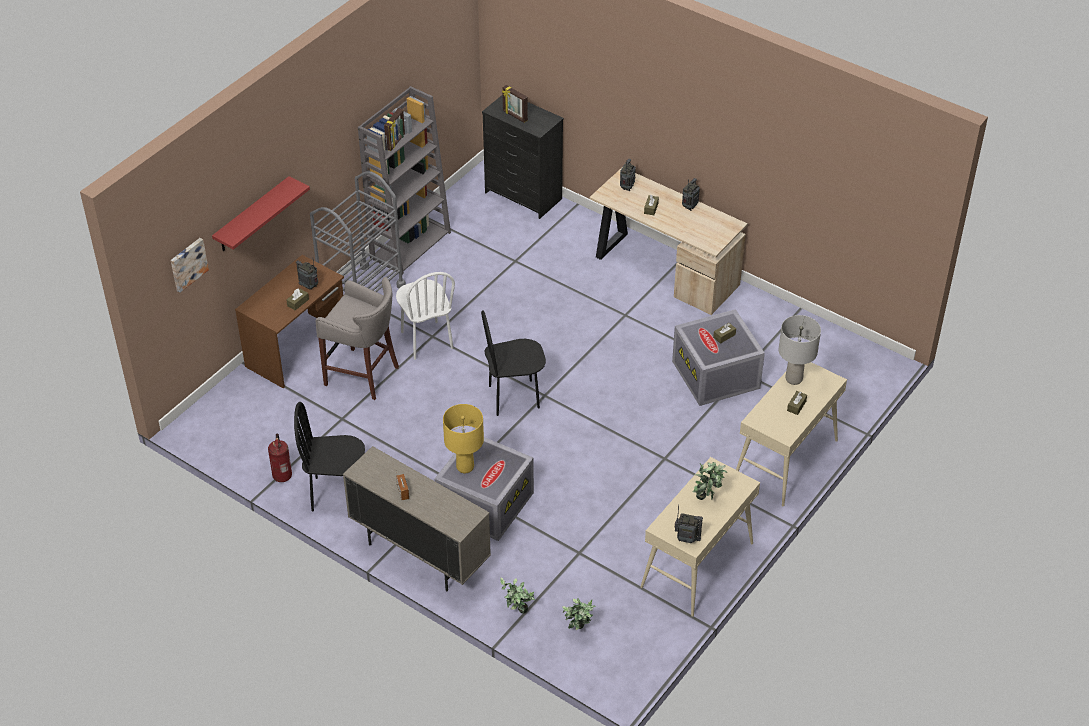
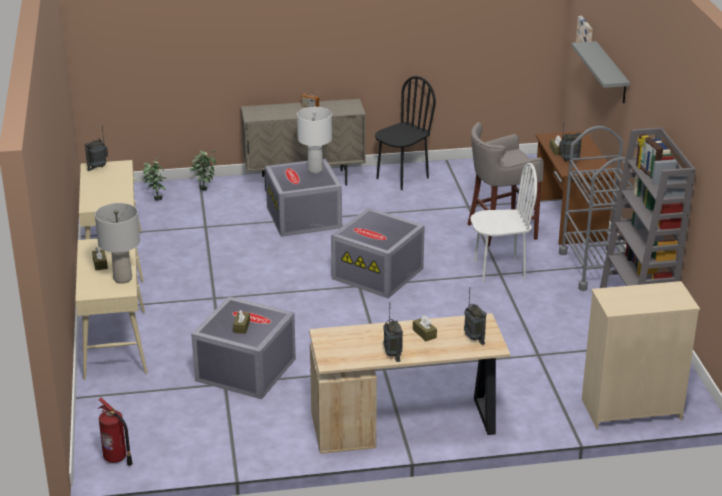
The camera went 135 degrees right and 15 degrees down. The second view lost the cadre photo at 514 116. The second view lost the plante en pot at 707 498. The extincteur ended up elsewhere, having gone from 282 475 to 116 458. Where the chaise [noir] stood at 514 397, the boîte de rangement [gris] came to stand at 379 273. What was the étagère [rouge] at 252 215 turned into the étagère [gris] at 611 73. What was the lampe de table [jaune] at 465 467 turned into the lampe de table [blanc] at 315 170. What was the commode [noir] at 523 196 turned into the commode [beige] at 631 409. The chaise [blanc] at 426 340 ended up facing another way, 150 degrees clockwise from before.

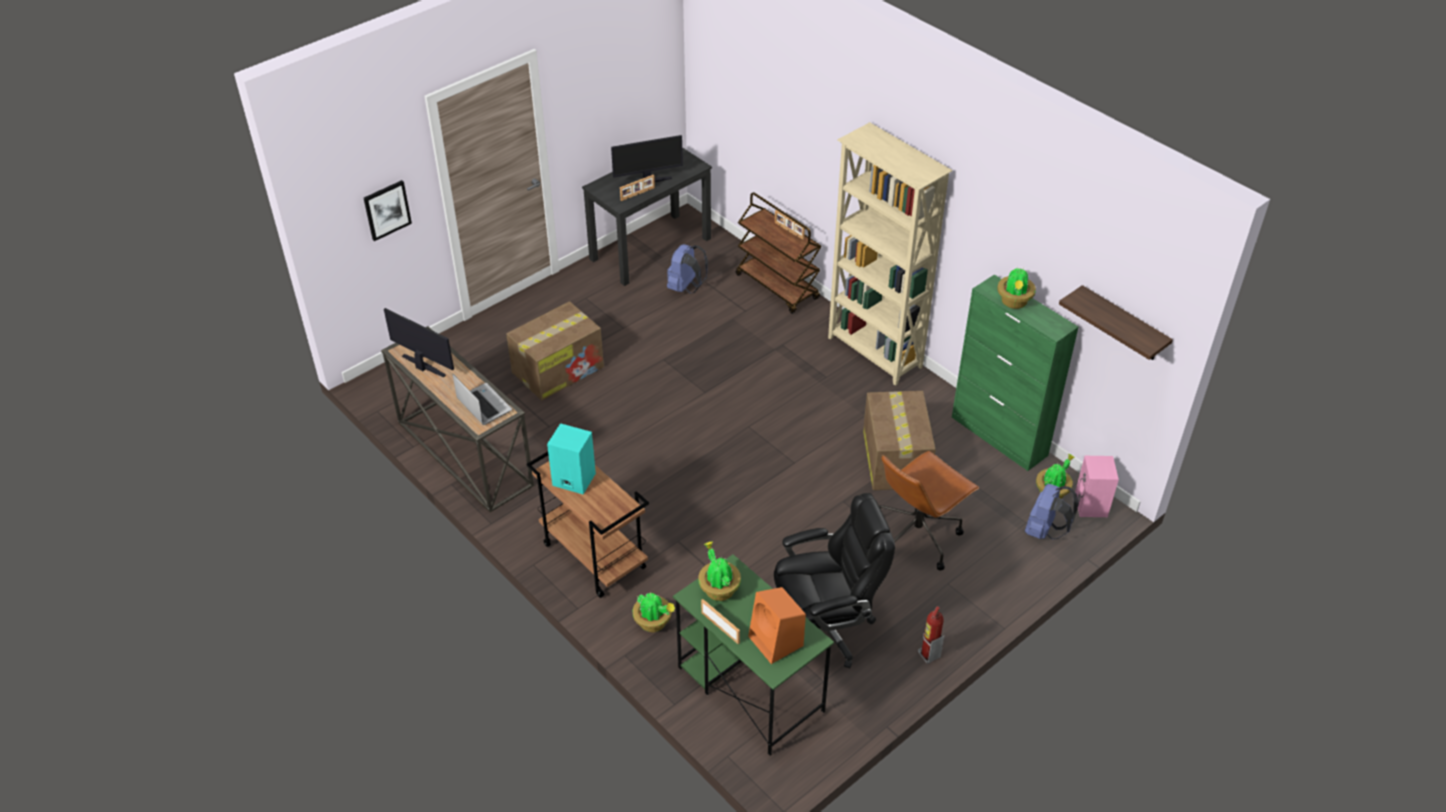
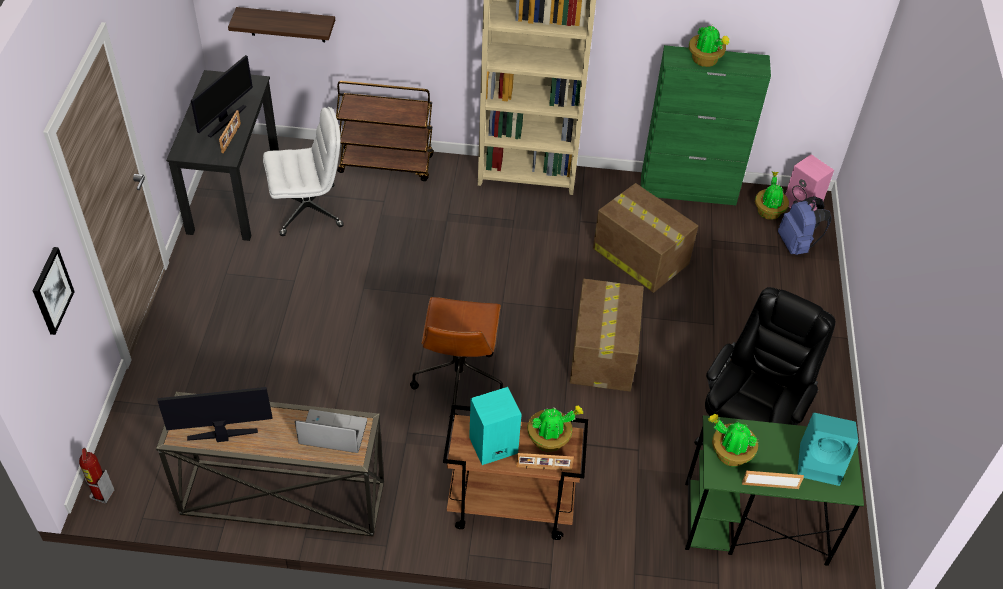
The camera went 45 degrees left and 5 degrees up. The carton ended up elsewhere, having gone from 558 369 to 603 352. The plante en pot ended up elsewhere, having gone from 654 623 to 550 439. The cadre photo ended up elsewhere, having gone from 788 231 to 543 468. The chaise de bureau [marron] ended up elsewhere, having gone from 917 536 to 458 380. The extincteur ended up elsewhere, having gone from 928 655 to 102 494. The étagère ended up elsewhere, having gone from 1123 325 to 287 25. Where the sac à dos [bleu] stood at 686 288, the chaise de bureau [blanc] came to stand at 308 210. What was the enceinte [orange] at 777 642 turned into the enceinte [turquoise] at 821 464.

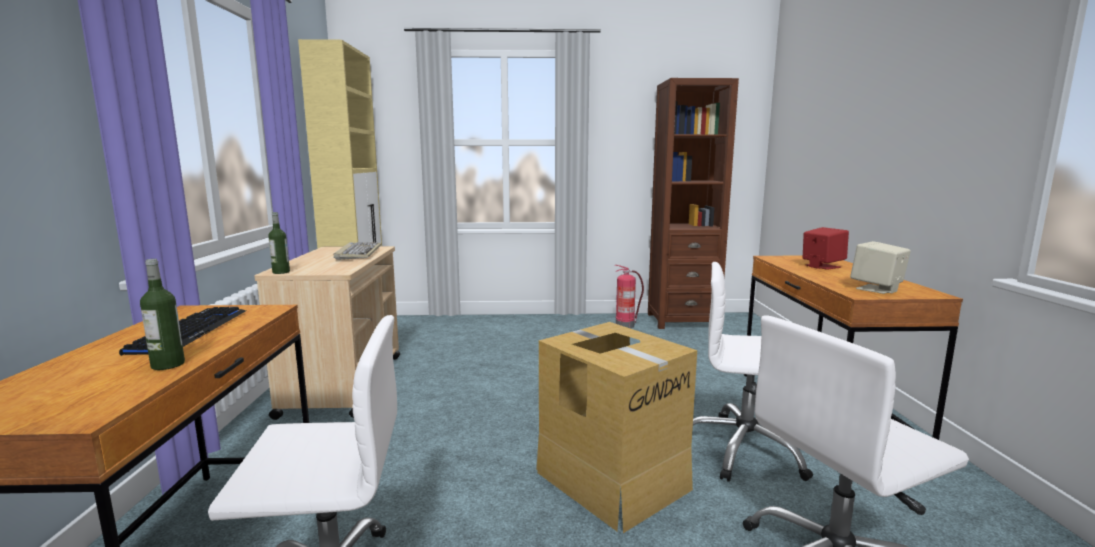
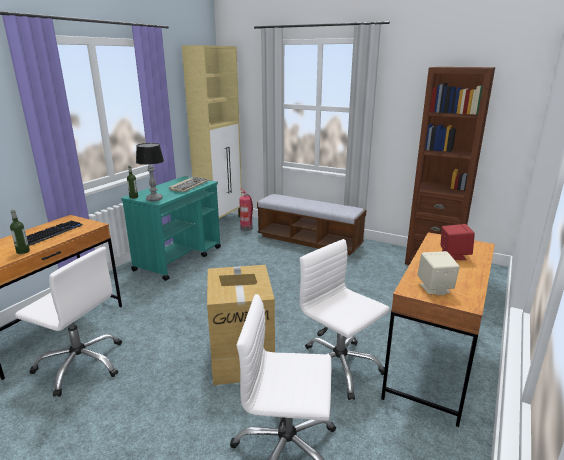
The camera went 30 degrees right and 10 degrees up. The second view gained the lampe de table at 154 199. The second view gained the banc at 309 241. The extincteur ended up elsewhere, having gone from 626 325 to 247 228. What was the chariot [beige] at 344 384 turned into the chariot [turquoise] at 179 258.

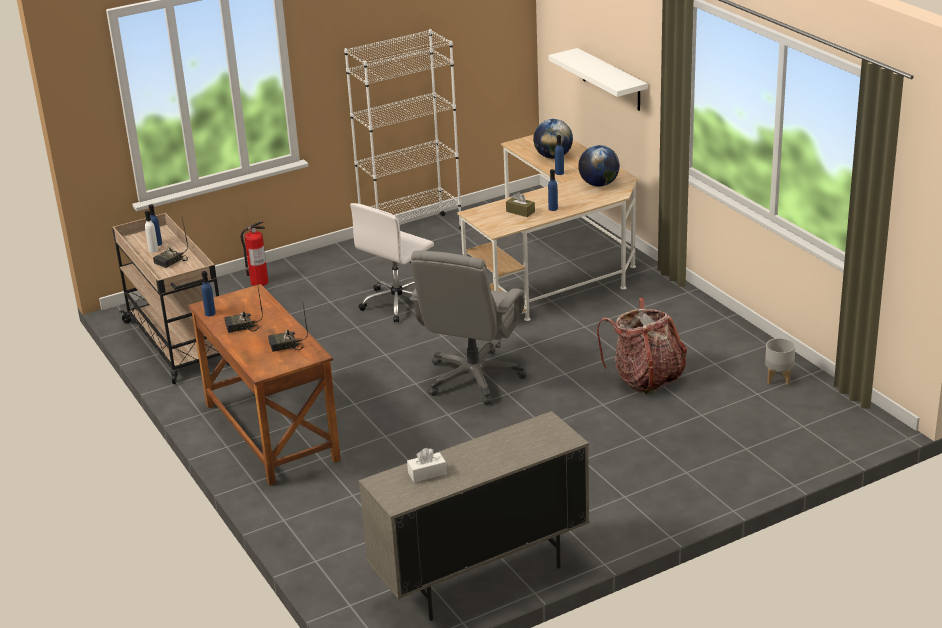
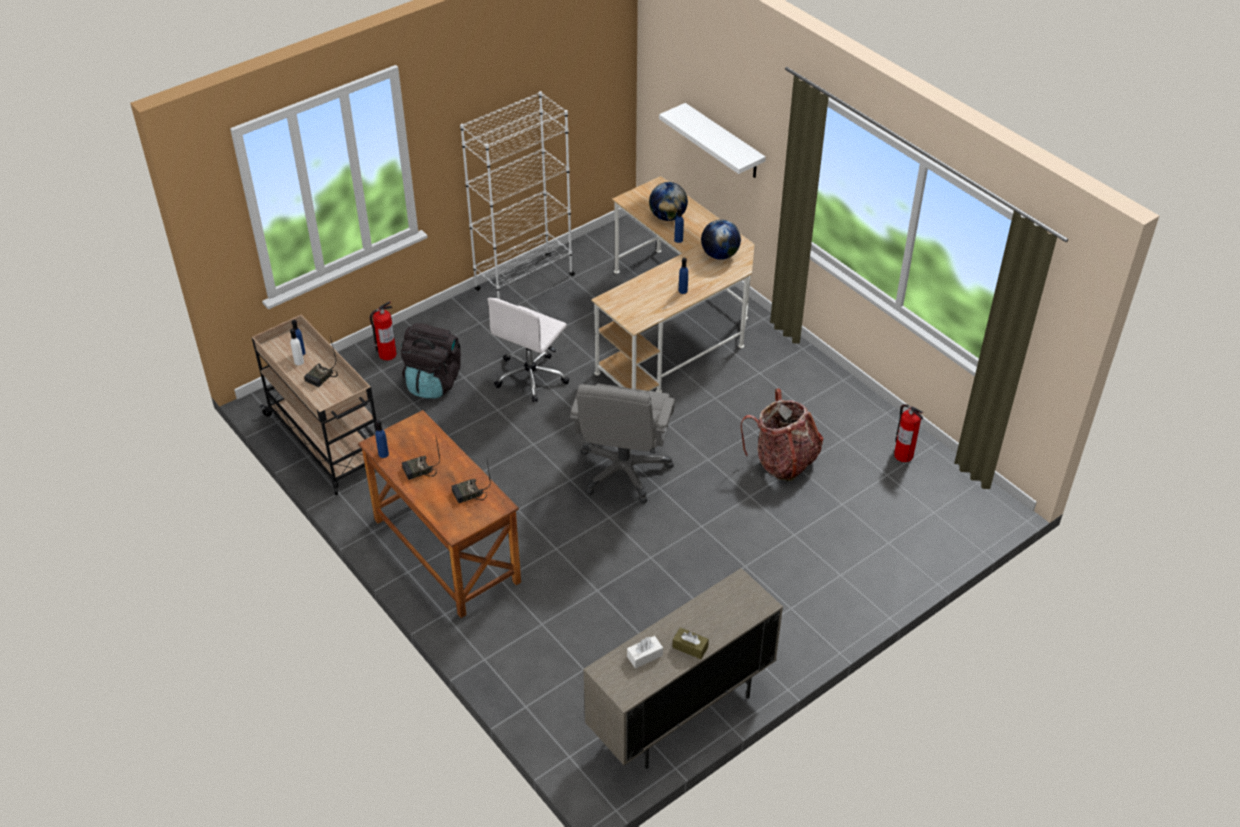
The camera went 10 degrees left and 15 degrees up. The second view gained the sac à dos [noir] at 433 382. The boîte à mouchoirs [marron] ended up elsewhere, having gone from 520 212 to 690 647. Where the cache-pot [gris] stood at 779 378, the extincteur came to stand at 903 455.

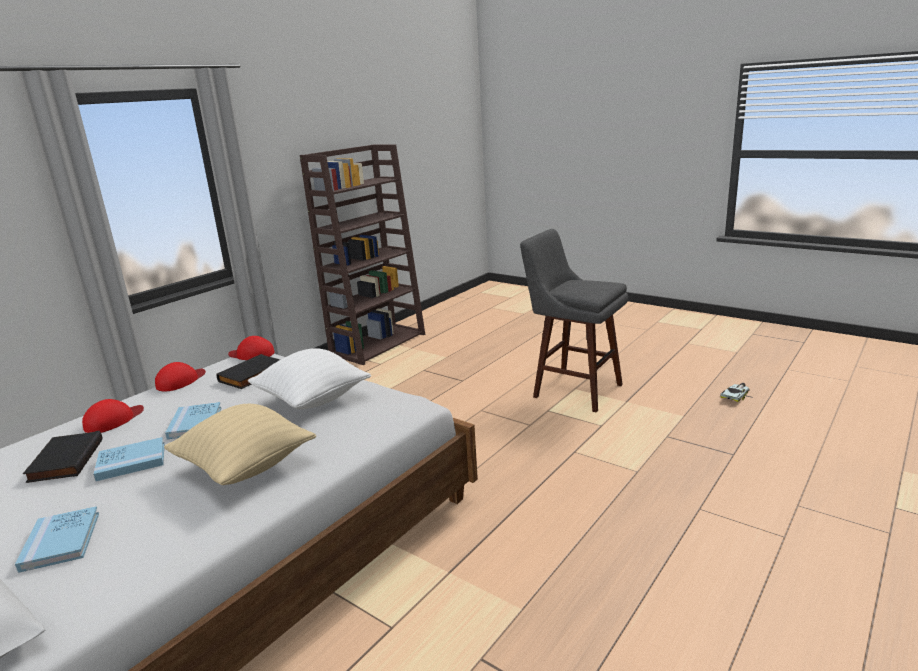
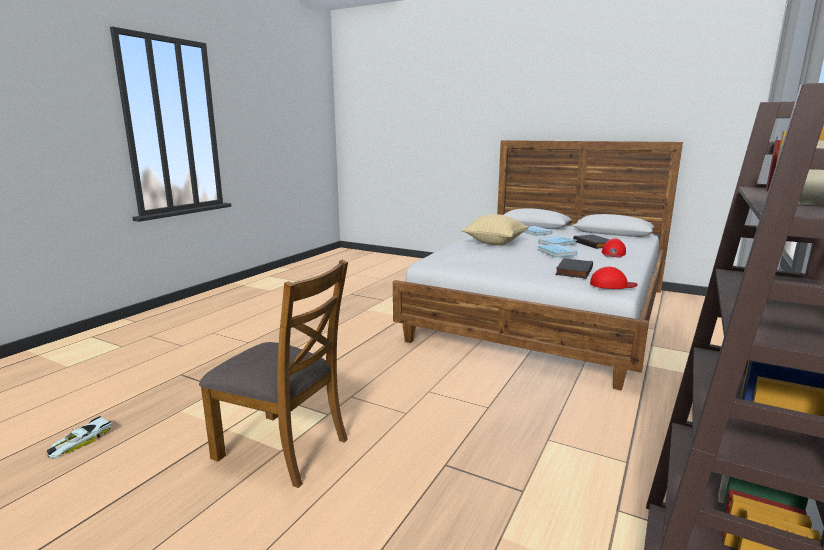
The camera went 170 degrees right and 5 degrees down. The second view lost the casquette [rouge] at 181 381. The second view lost the coussin [blanc] at 312 400. Where the tabouret [gris] stood at 573 390, the chaise [marron] came to stand at 283 448.

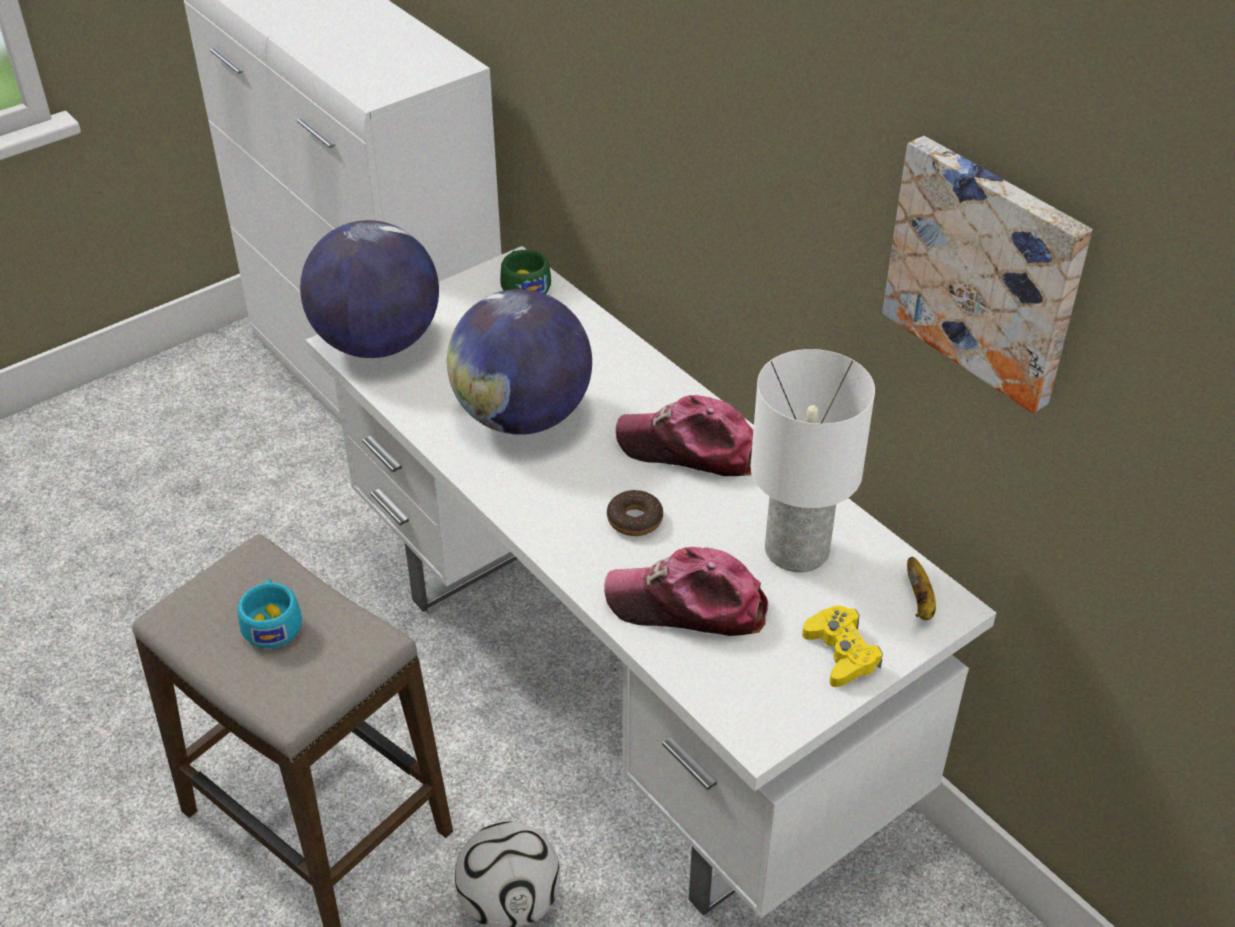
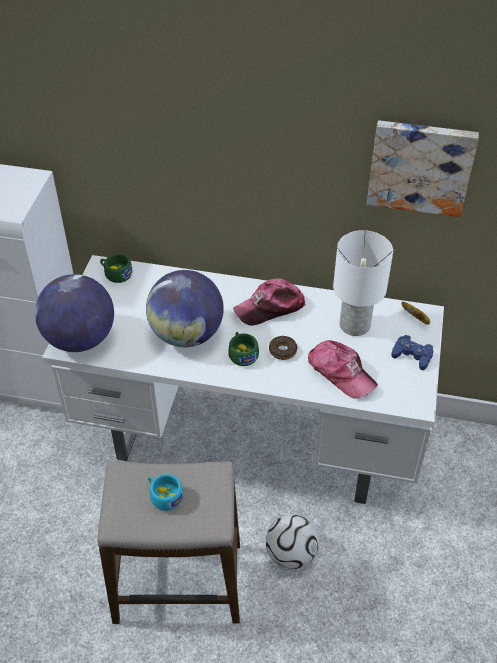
The camera went 40 degrees left and 5 degrees up. The second view gained the tasse [vert] at 242 353. What was the manette [jaune] at 841 653 turned into the manette [bleu] at 412 355. The casquette at 687 605 ended up facing another way, 105 degrees counterclockwise from before.

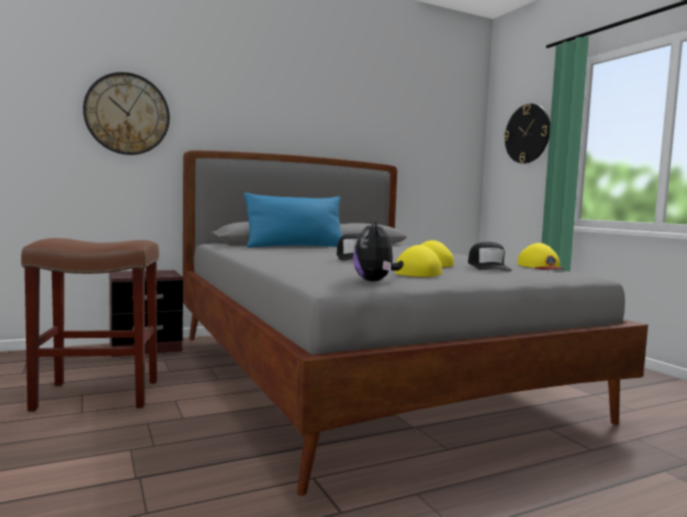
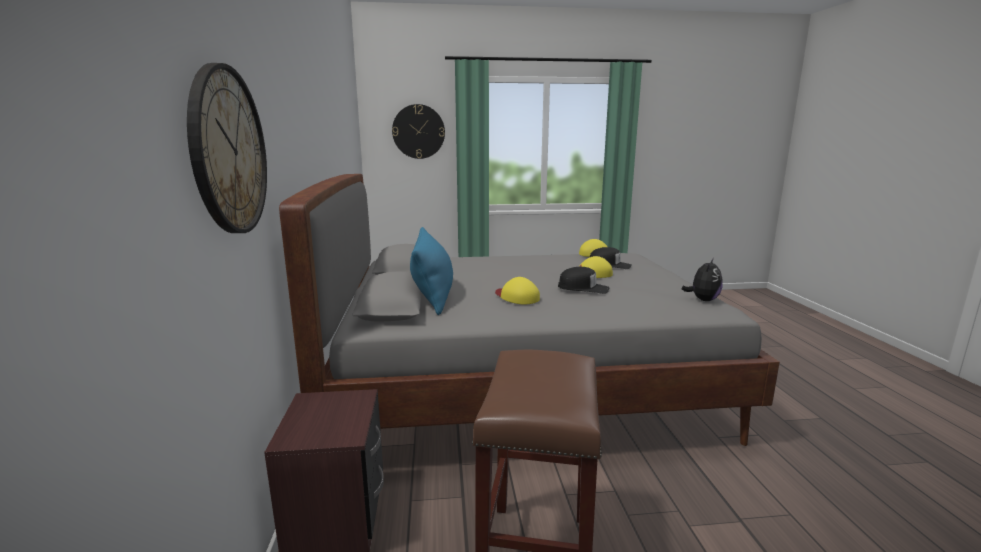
The camera went 70 degrees left and 10 degrees up. The casquette [jaune] ended up elsewhere, having gone from 420 273 to 516 297. The peluche at 375 281 ended up facing another way, 75 degrees counterclockwise from before.

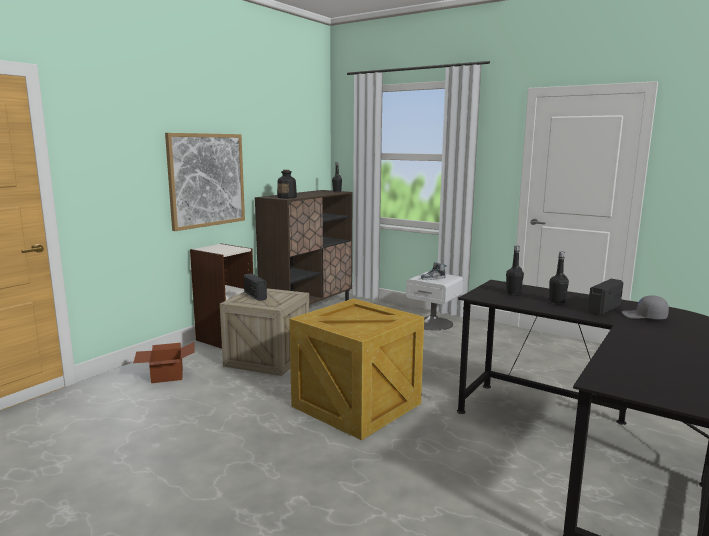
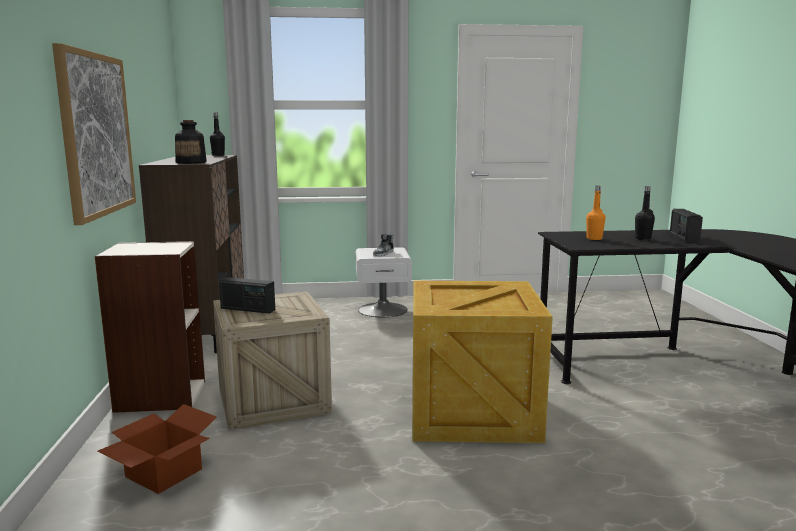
The camera went 40 degrees left and 0 degrees up. The second view lost the casquette [gris] at 644 317. What was the bouteille [noir] at 513 293 turned into the bouteille [orange] at 594 238.

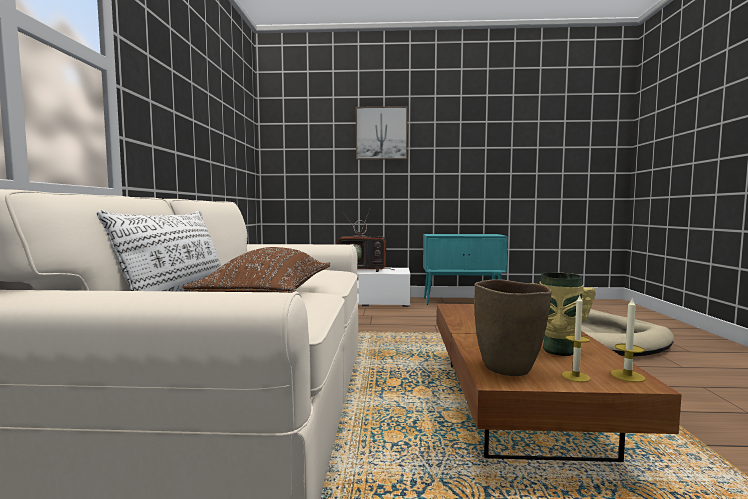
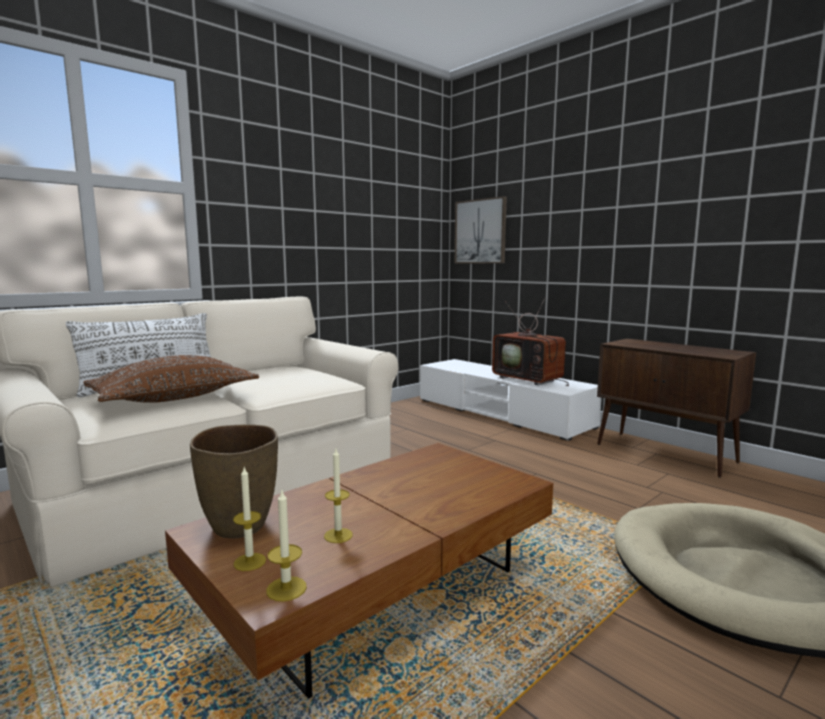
The camera went 45 degrees right and 5 degrees up. The tableau ended up elsewhere, having gone from 381 133 to 480 231. Where the vase stood at 558 350, the bougie came to stand at 338 535. What was the meuble de rangement [turquoise] at 462 301 turned into the meuble de rangement [marron] at 666 453.

